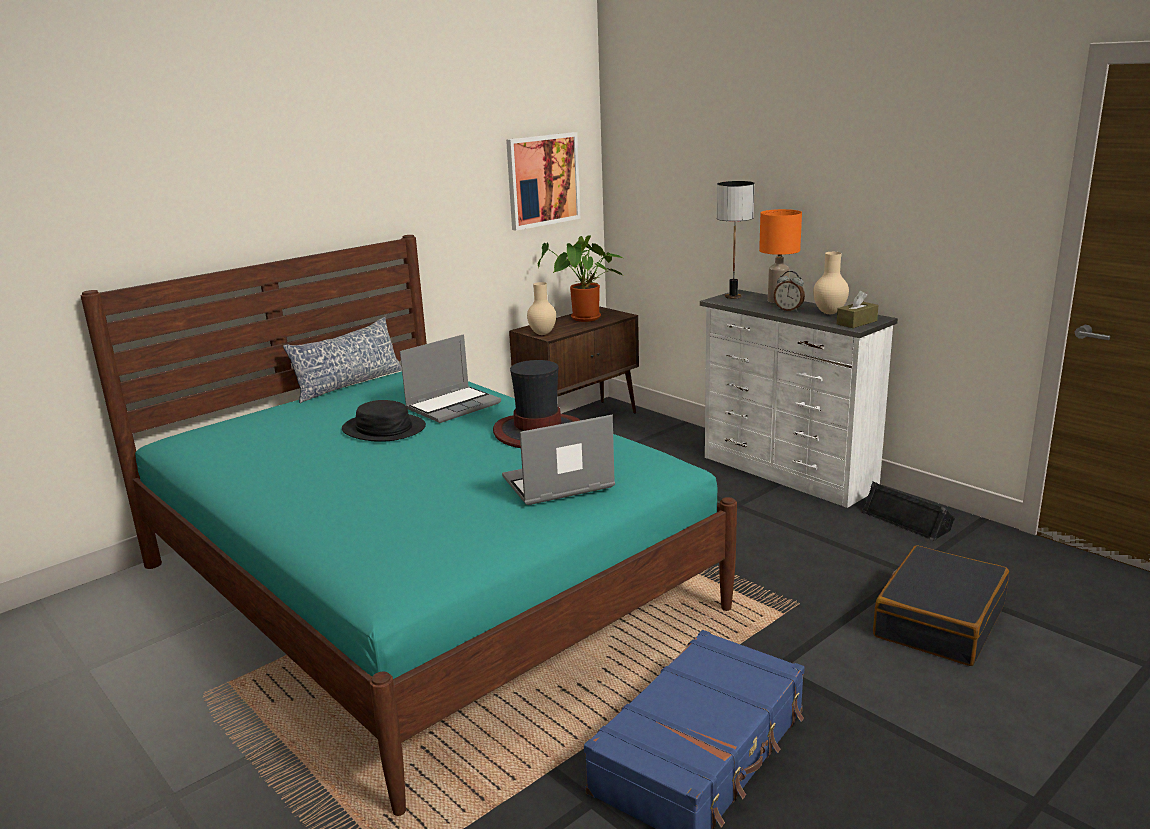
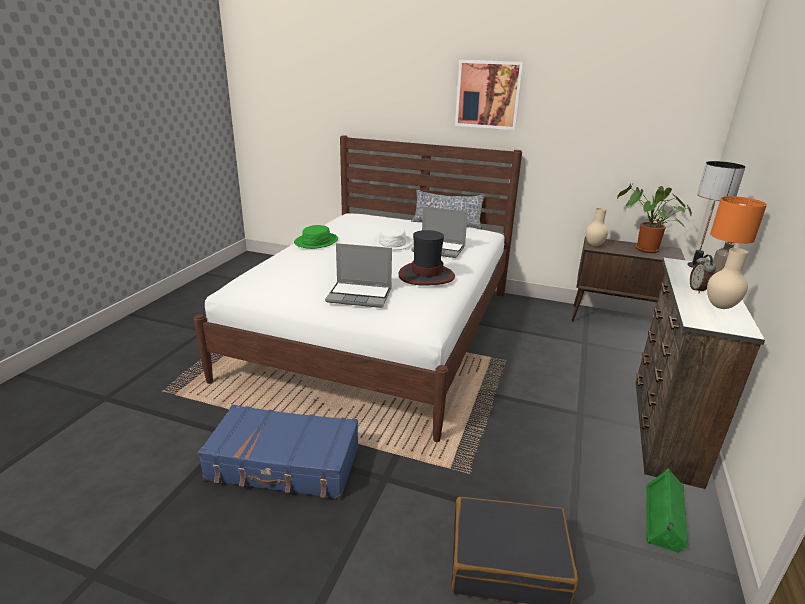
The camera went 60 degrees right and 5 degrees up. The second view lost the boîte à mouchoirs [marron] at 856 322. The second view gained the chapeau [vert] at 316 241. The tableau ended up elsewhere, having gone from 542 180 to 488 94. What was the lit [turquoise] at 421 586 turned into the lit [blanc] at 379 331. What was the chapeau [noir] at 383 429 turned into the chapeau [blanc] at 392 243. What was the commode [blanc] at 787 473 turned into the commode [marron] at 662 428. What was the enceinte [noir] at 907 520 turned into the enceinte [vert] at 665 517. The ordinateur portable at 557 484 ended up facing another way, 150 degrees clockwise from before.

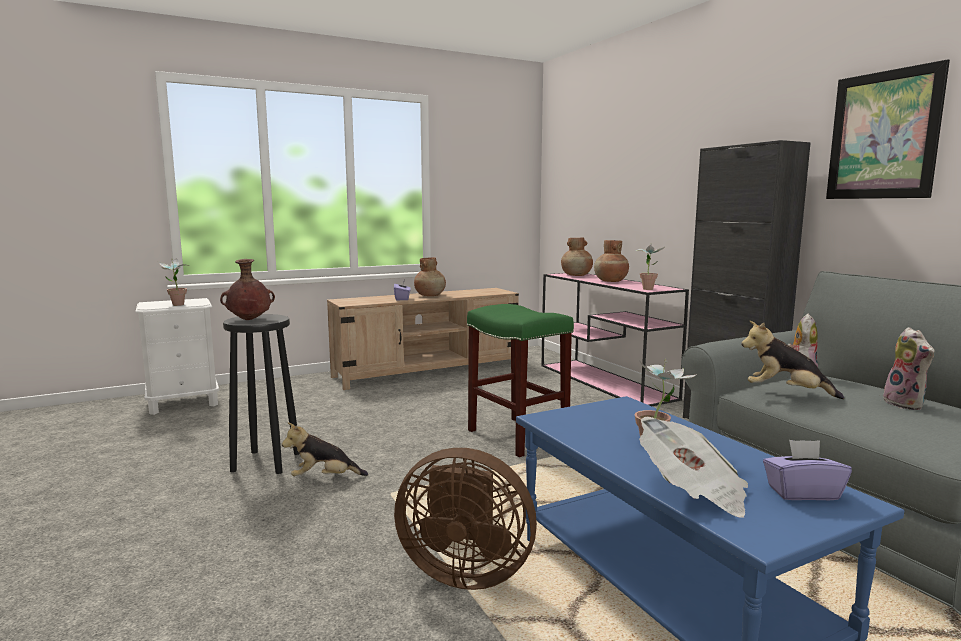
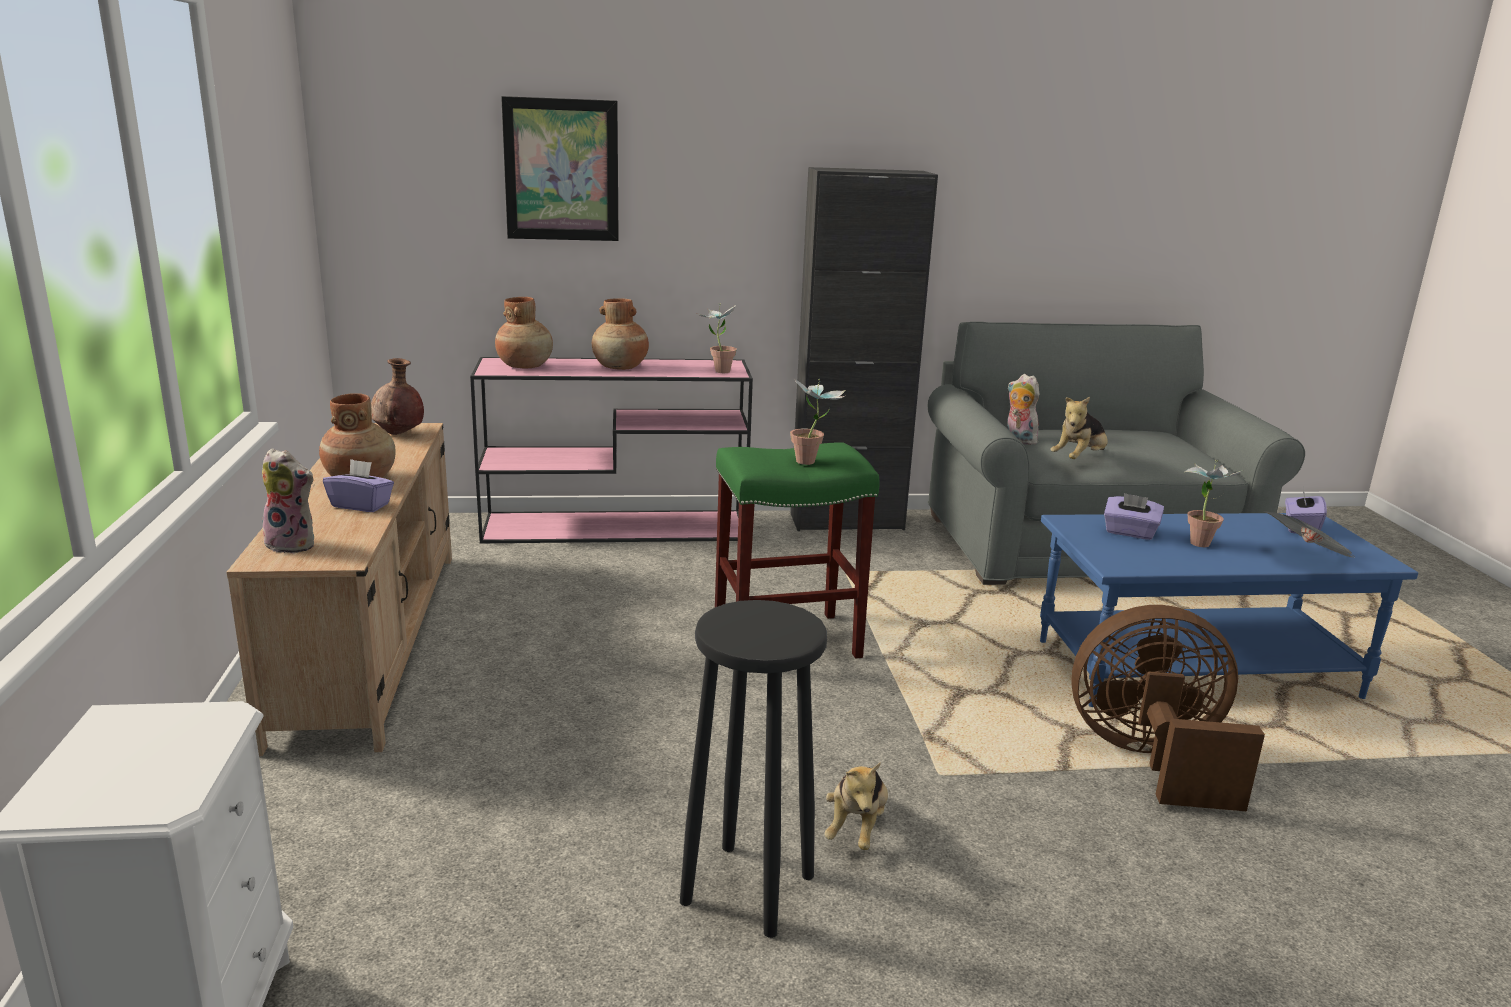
The camera went 70 degrees left and 10 degrees up. The second view gained the boîte à mouchoirs [violet] at 1130 533. The plante en pot ended up elsewhere, having gone from 177 305 to 812 462. The vase [marron] ended up elsewhere, having gone from 249 320 to 399 434. The tableau ended up elsewhere, having gone from 883 135 to 561 170. The peluche ended up elsewhere, having gone from 906 404 to 294 544. The ventilateur [marron] at 464 572 ended up facing another way, 120 degrees counterclockwise from before.

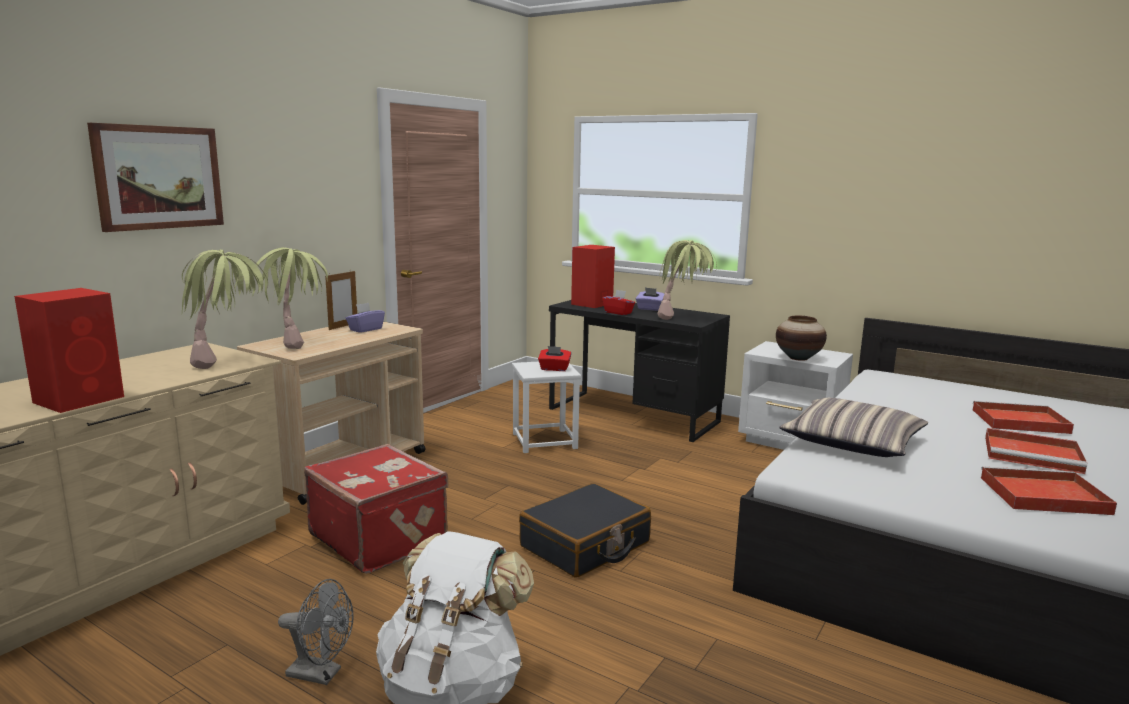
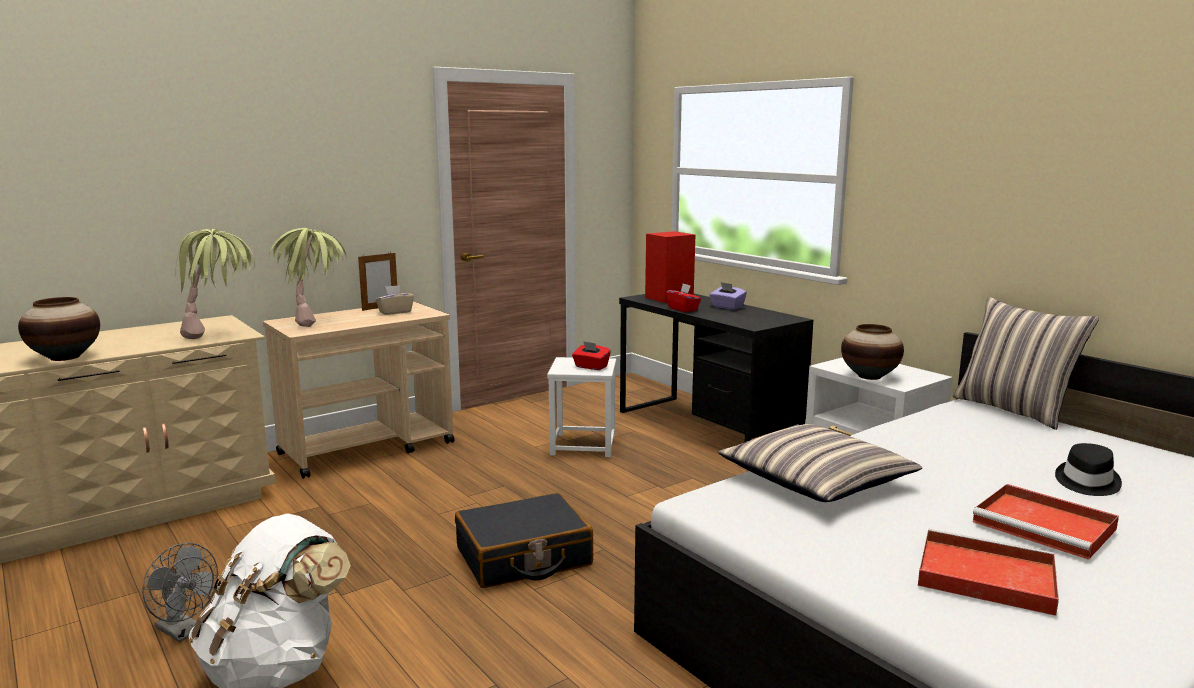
The camera went 20 degrees right and 0 degrees up. The second view lost the tableau at 159 177. The second view lost the valise [rouge] at 380 538. The second view lost the plante en pot at 683 318. The second view gained the coussin at 1014 410. Where the enceinte [rouge] stood at 81 399, the vase came to stand at 65 357. Where the plateau [rouge] stood at 1018 421, the chapeau [noir] came to stand at 1086 482. What was the boîte à mouchoirs [violet] at 365 329 turned into the boîte à mouchoirs [beige] at 395 312.

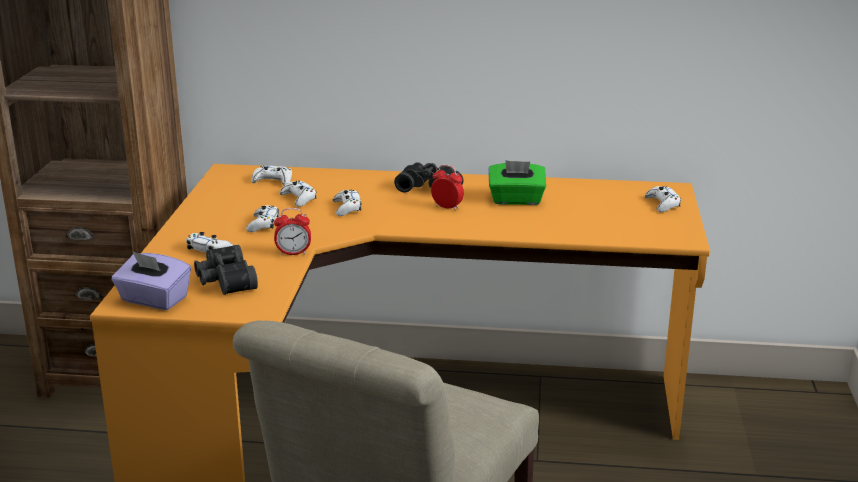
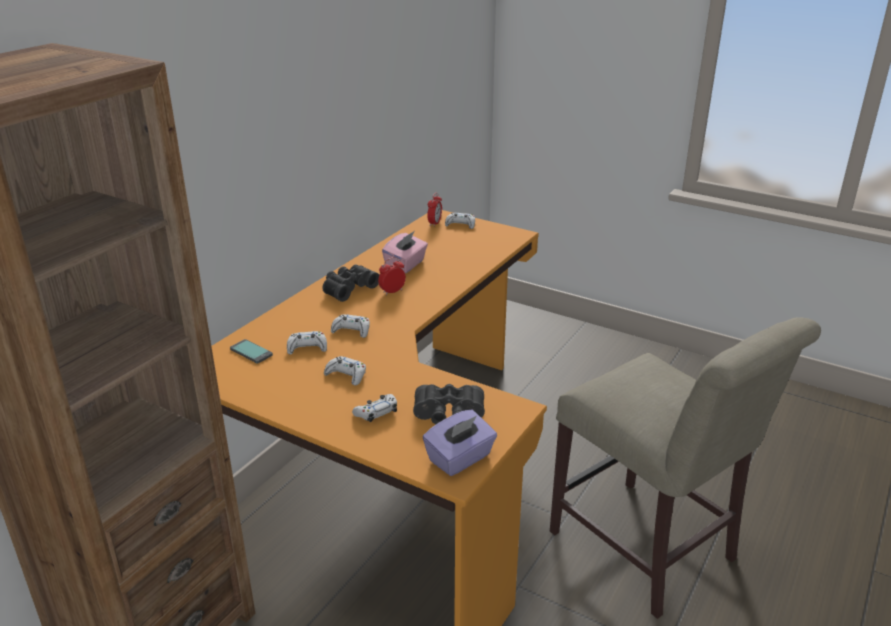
The camera went 65 degrees left and 5 degrees up. The réveil ended up elsewhere, having gone from 293 253 to 434 223. Where the manette [blanc] stood at 273 181, the téléphone came to stand at 251 352. What was the boîte à mouchoirs [vert] at 516 200 turned into the boîte à mouchoirs [rose] at 406 265.

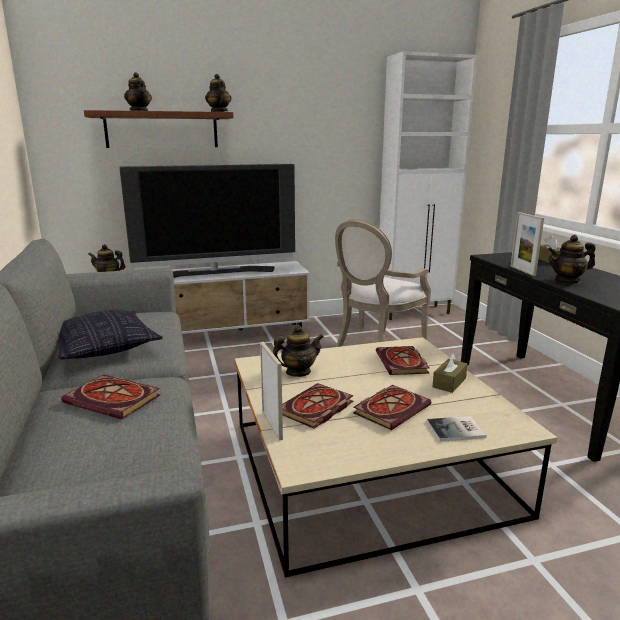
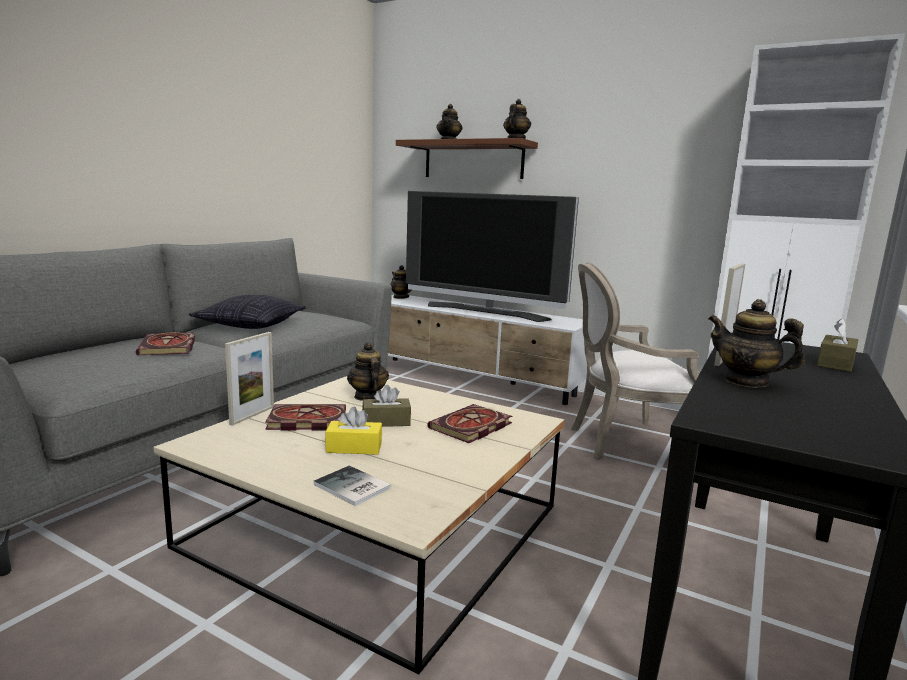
The camera went 45 degrees right and 5 degrees down. The boîte à mouchoirs [marron] ended up elsewhere, having gone from 449 382 to 386 422. Where the livre stood at 391 408, the boîte à mouchoirs [jaune] came to stand at 354 448. The théière at 298 372 ended up facing another way, 135 degrees counterclockwise from before.

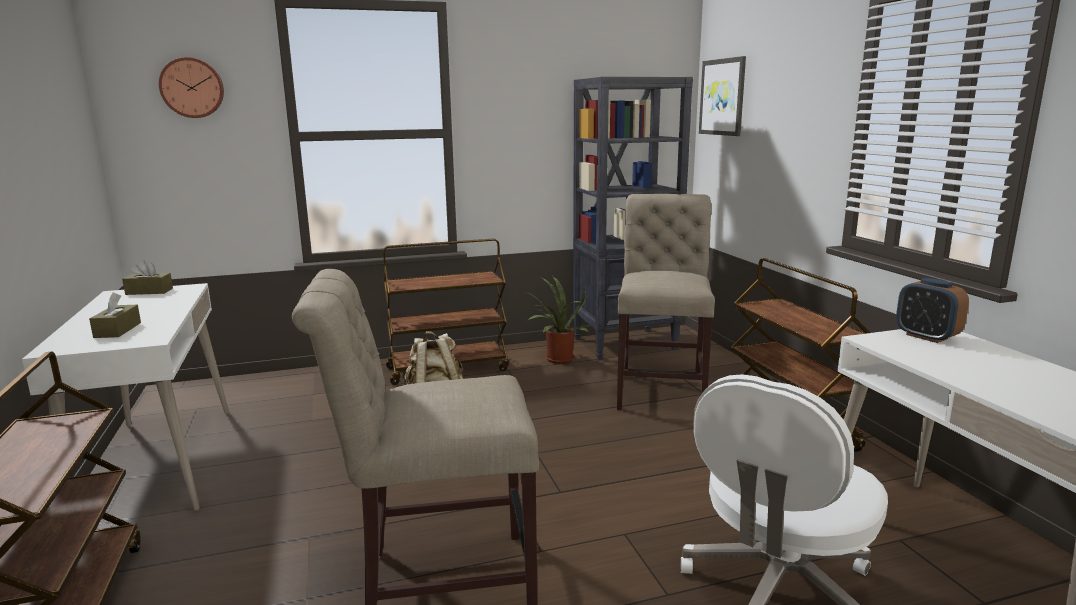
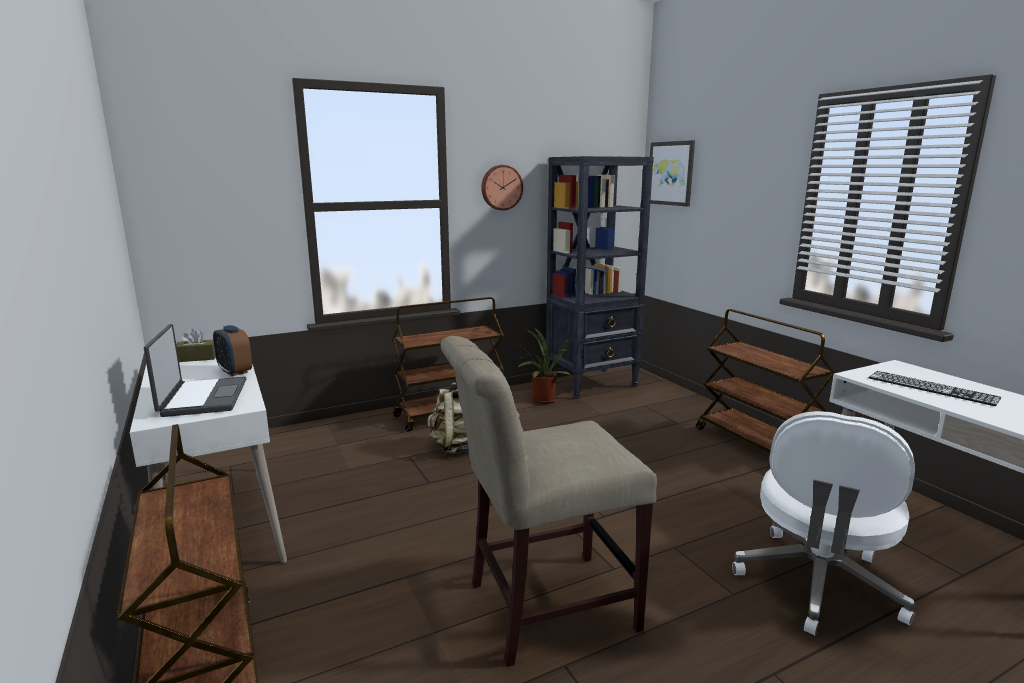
The camera went 10 degrees left and 0 degrees up. The second view lost the chaise [beige] at 662 389. The second view gained the clavier at 931 388. The horloge murale ended up elsewhere, having gone from 192 88 to 501 187. The réveil ended up elsewhere, having gone from 926 337 to 235 371. Where the boîte à mouchoirs [marron] stood at 117 330, the ordinateur portable came to stand at 202 398.

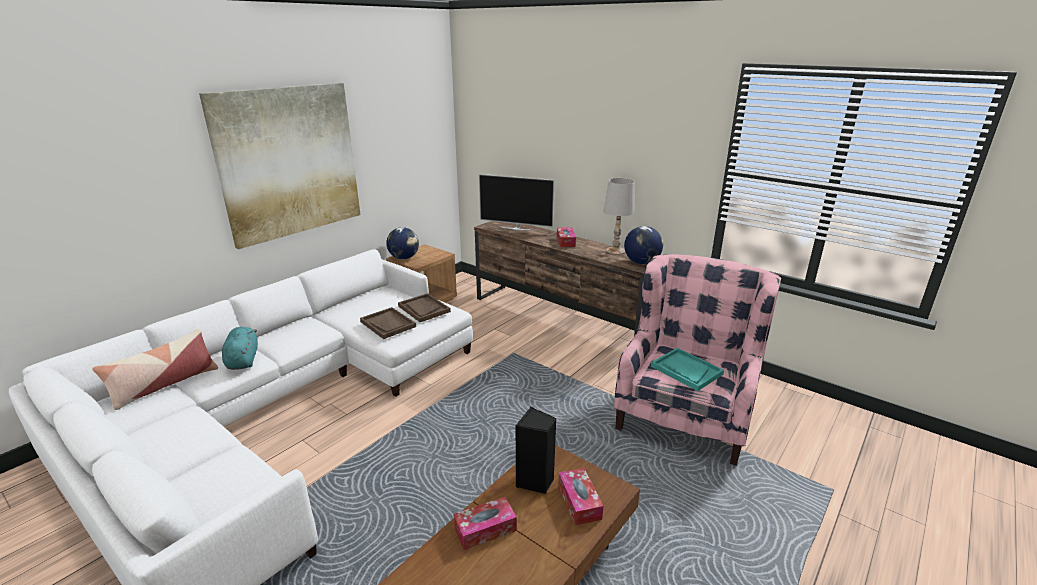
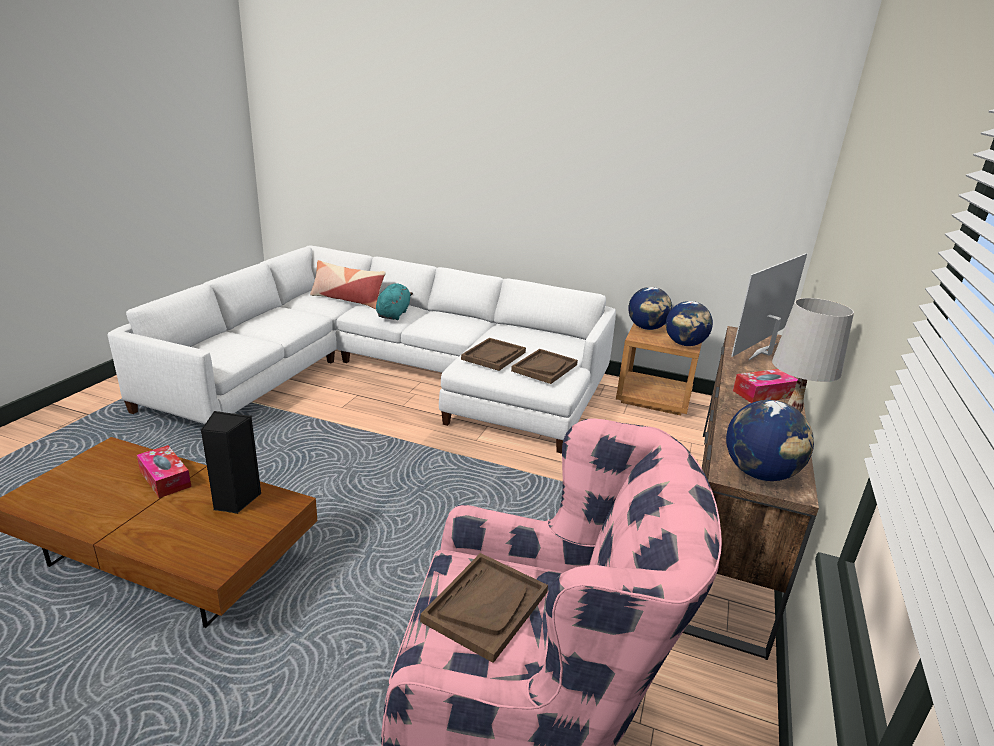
The camera went 70 degrees right and 0 degrees up. The second view lost the tableau at 289 162. The second view lost the boîte à mouchoirs at 579 502. The second view gained the globe at 685 344. What was the plateau [turquoise] at 686 370 turned into the plateau [marron] at 485 606. The peluche [turquoise] at 243 360 ended up facing another way, 45 degrees counterclockwise from before. The téléviseur at 517 228 ended up facing another way, 45 degrees clockwise from before.

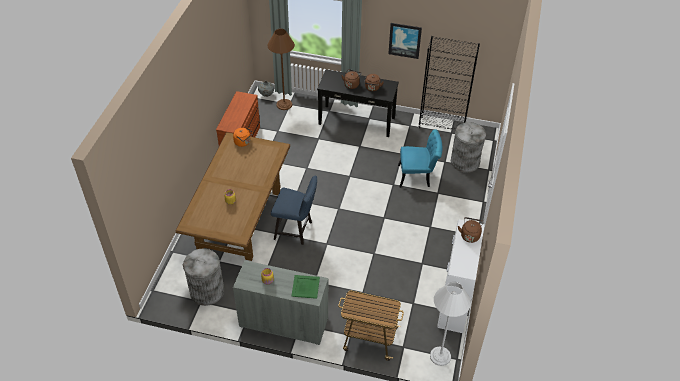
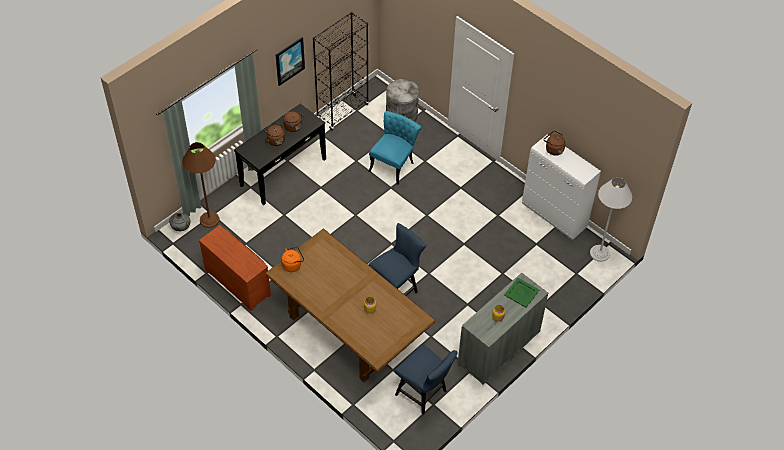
The camera went 60 degrees left and 5 degrees up. The second view lost the chariot at 369 338. Where the poubelle [gris] stood at 207 291, the chaise [bleu] came to stand at 424 394.

